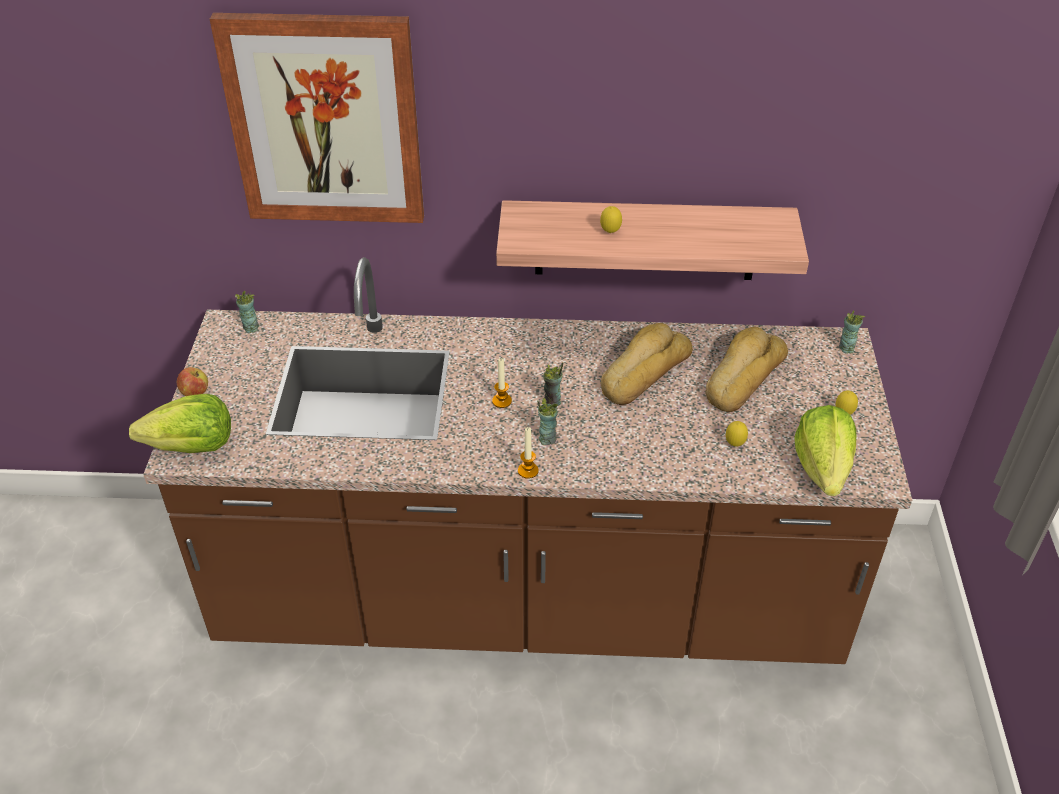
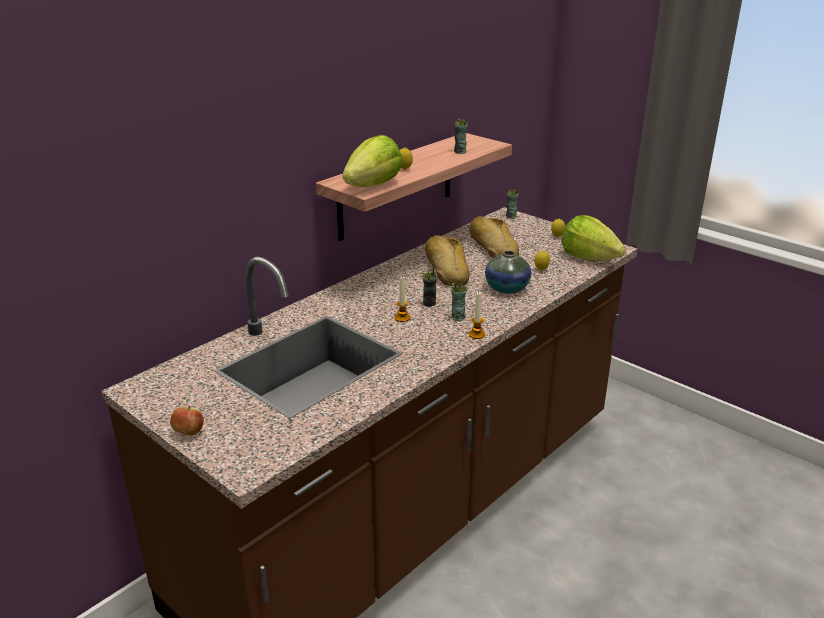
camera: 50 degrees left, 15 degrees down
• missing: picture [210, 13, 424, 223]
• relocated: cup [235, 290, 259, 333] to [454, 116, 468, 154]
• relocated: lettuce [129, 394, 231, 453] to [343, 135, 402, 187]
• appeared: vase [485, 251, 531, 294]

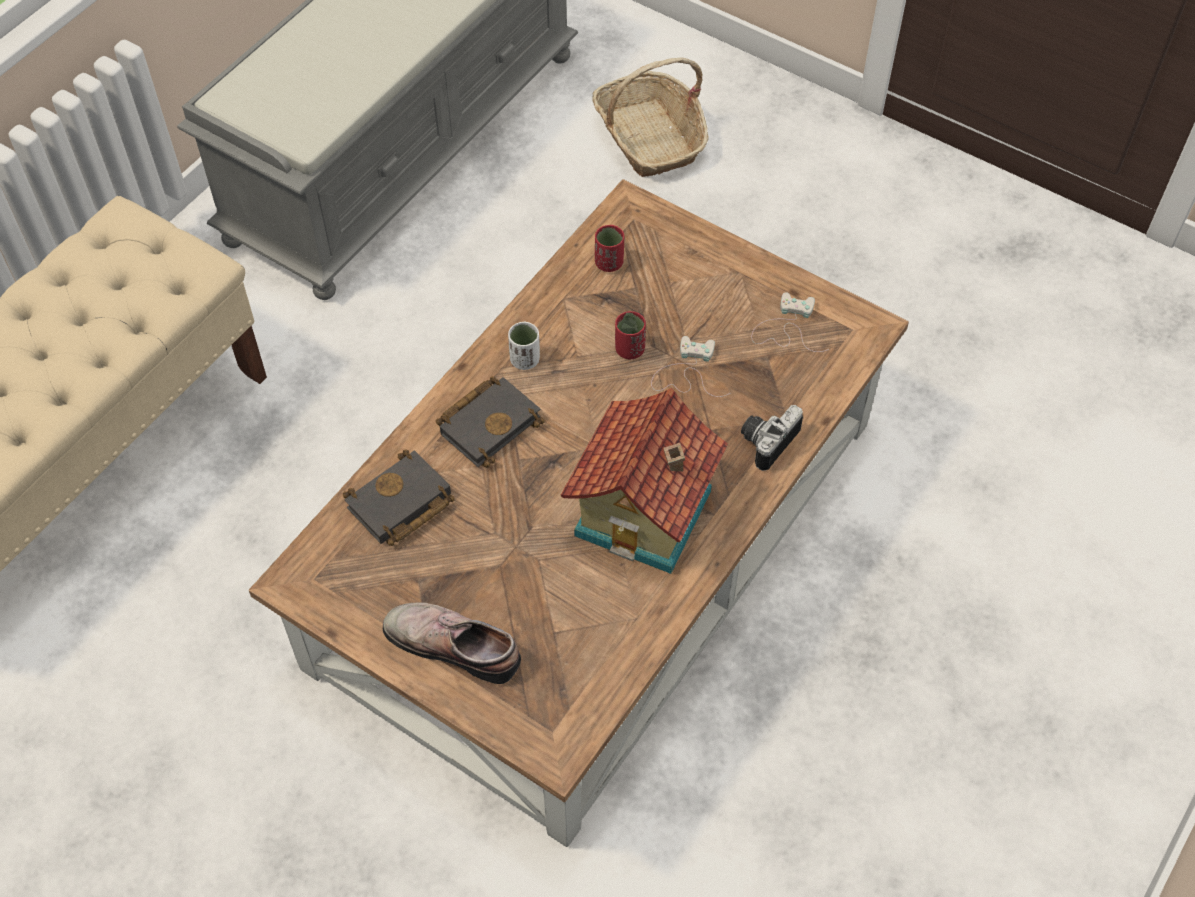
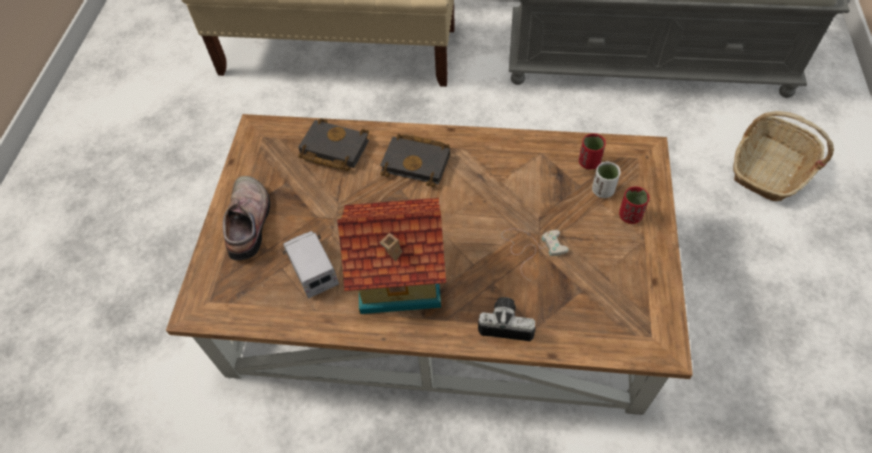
camera: 65 degrees right, 0 degrees up
• missing: white game controller [751, 292, 829, 352]
• relocated: red cup [615, 311, 646, 359] to [619, 187, 650, 224]
• relocated: white cup [508, 321, 540, 370] to [592, 162, 620, 198]
• appeared: toy truck [282, 231, 339, 299]

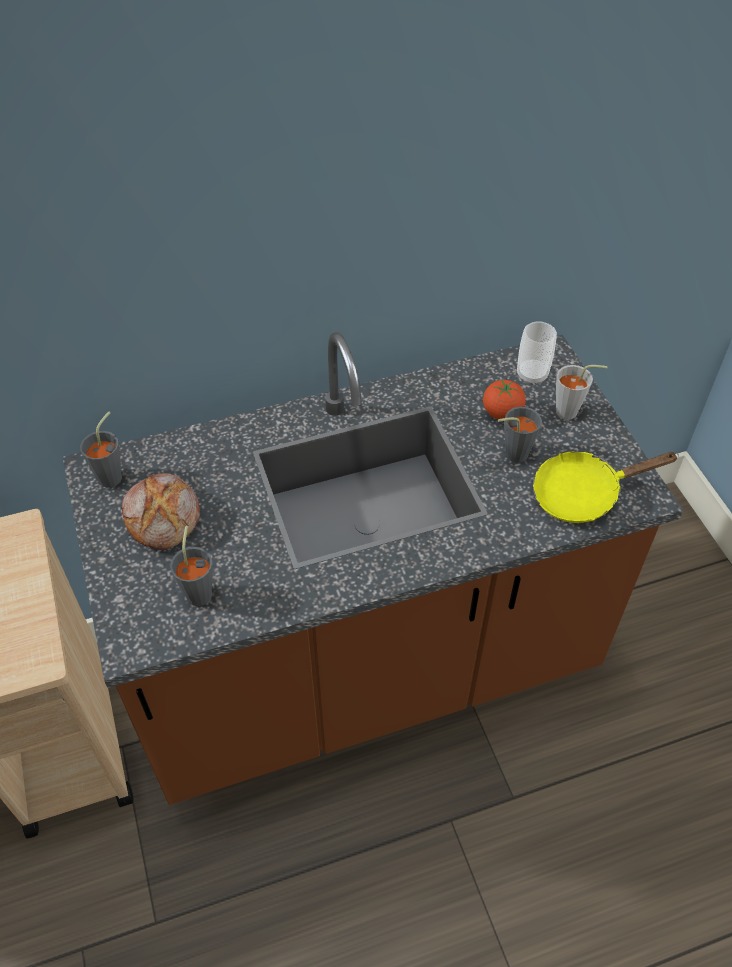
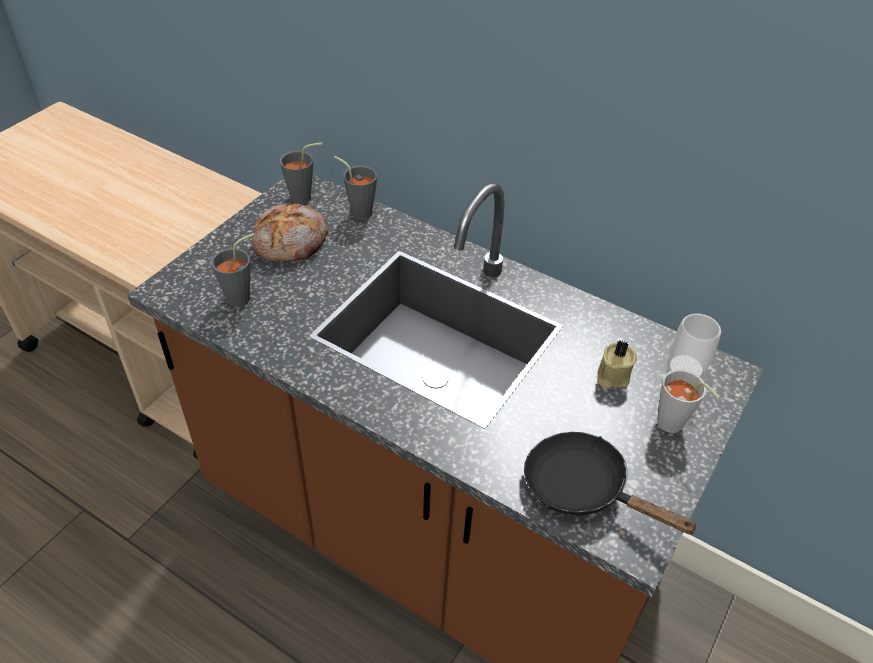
camera: 50 degrees right, 5 degrees down
• exchanged: tomato [483, 380, 526, 419] to beige candle [597, 340, 637, 389]
• relocated: grey cup [498, 406, 542, 463] to [334, 156, 377, 220]
• colour: yellow frying pan [533, 451, 679, 523] to black frying pan [524, 432, 699, 535]

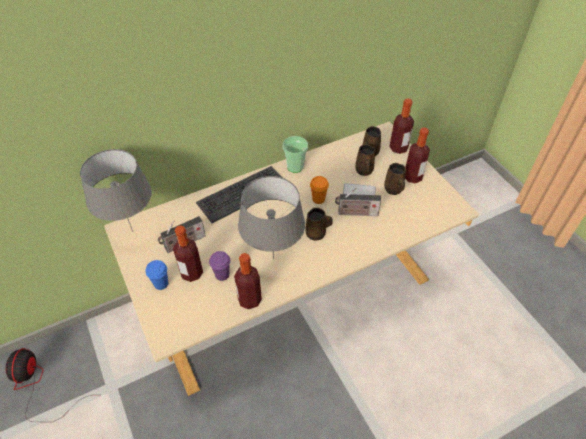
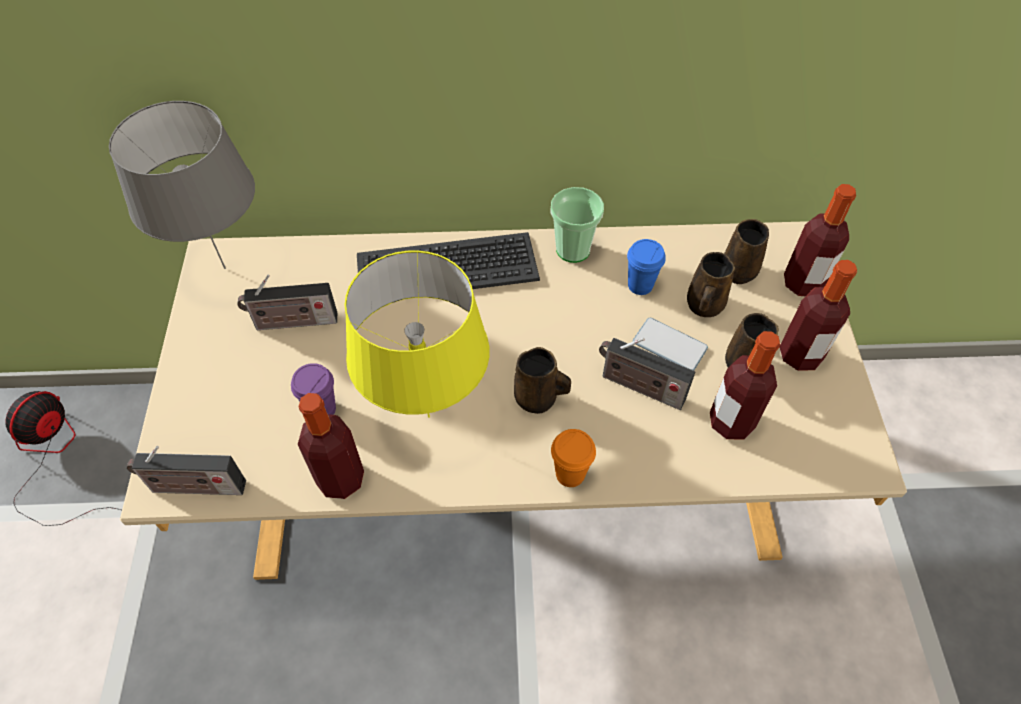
camera: 25 degrees right, 5 degrees up
• colour: grey table lamp [238, 176, 305, 260] to yellow table lamp [345, 250, 490, 418]
• relocated: orange cup [310, 176, 329, 204] to [551, 429, 596, 487]
• relocated: bottle [173, 225, 203, 282] to [710, 331, 780, 440]
• relocated: blue cup [146, 260, 168, 290] to [627, 239, 666, 295]
• appeared: radio [127, 446, 246, 495]

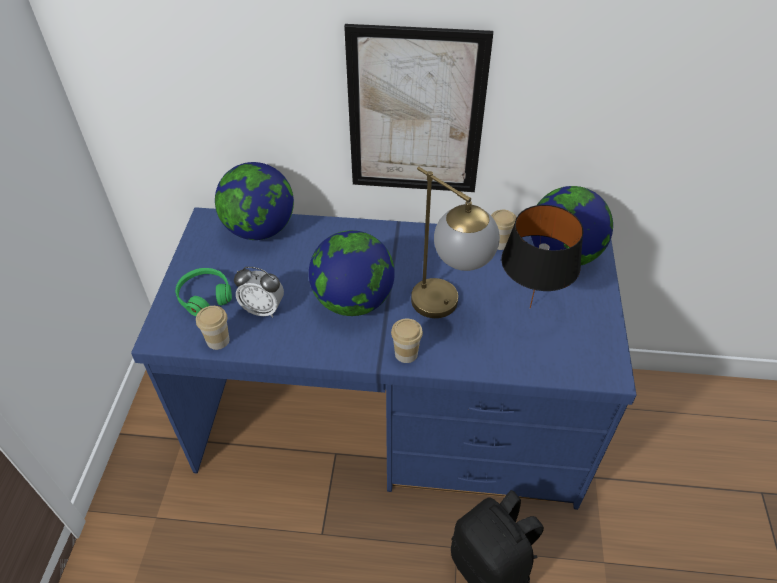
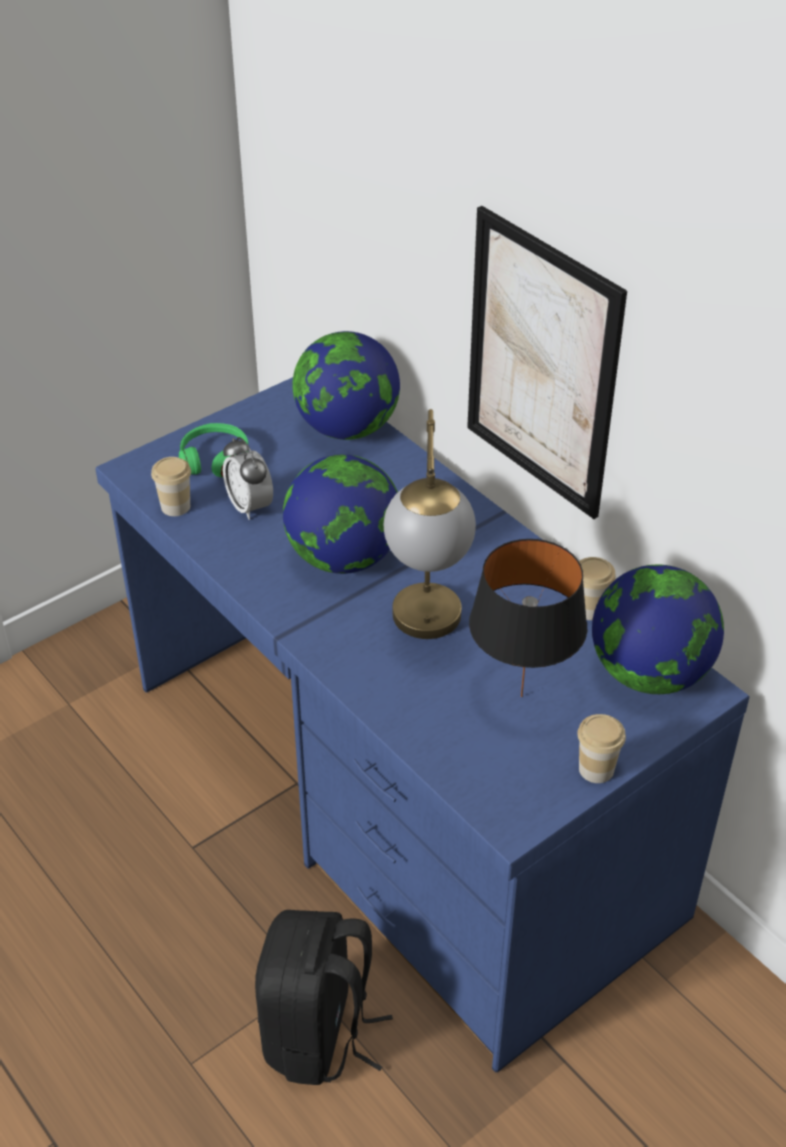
camera: 45 degrees right, 5 degrees down
• relocated: cup [391, 318, 423, 363] to [577, 714, 626, 783]

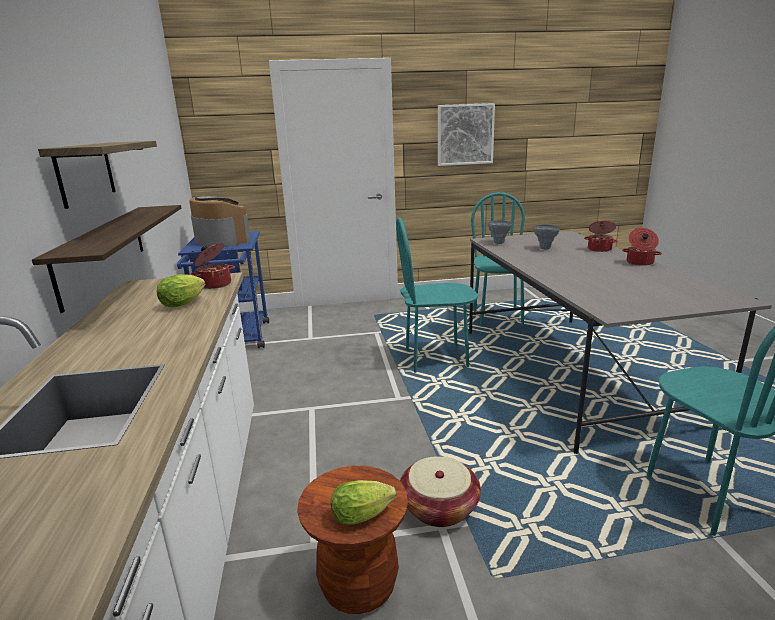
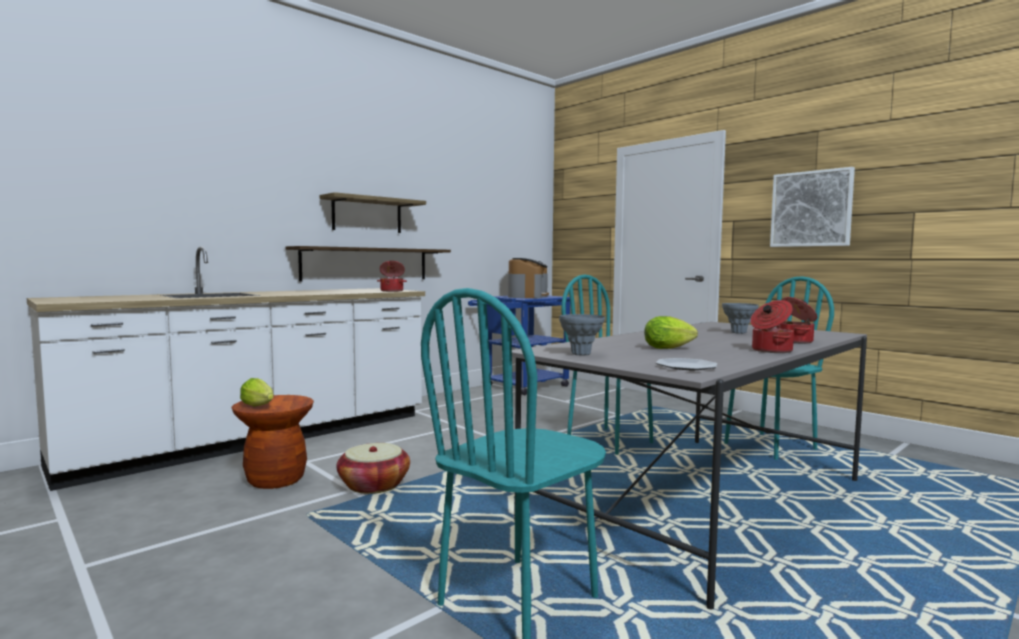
camera: 55 degrees right, 15 degrees down
• relocated: grey vase [488, 221, 512, 244] to [559, 314, 605, 355]
• relocated: lettuce [157, 274, 205, 308] to [644, 316, 698, 349]
• appeared: plate [656, 358, 717, 371]

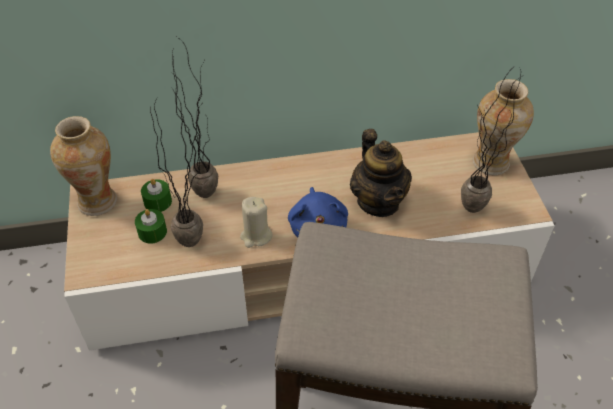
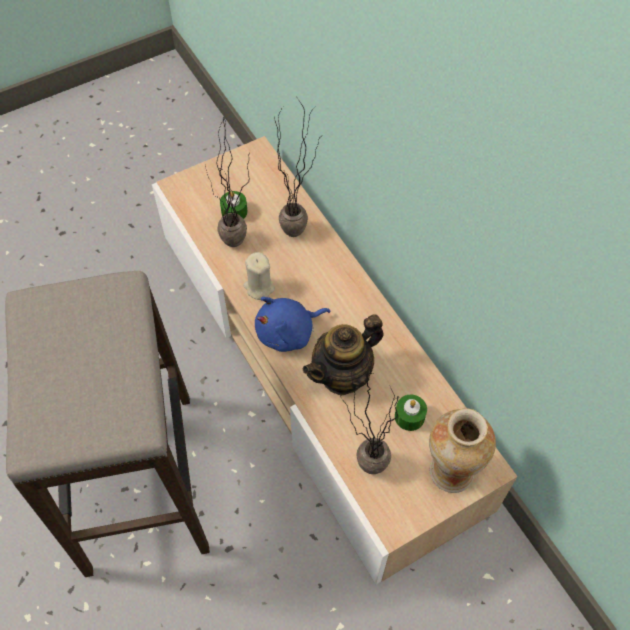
camera: 70 degrees right, 10 degrees up
• missing: vase [50, 116, 117, 216]
• relocated: green candle [141, 179, 172, 212] to [395, 394, 427, 431]

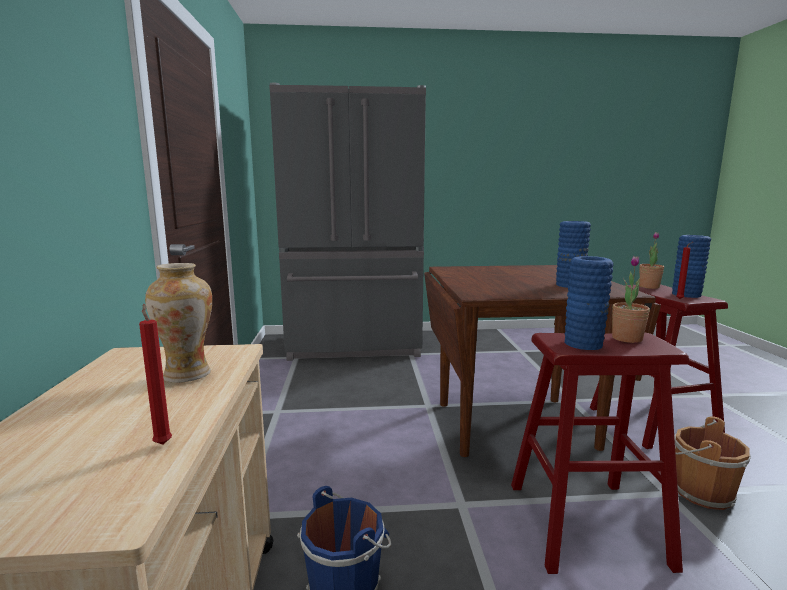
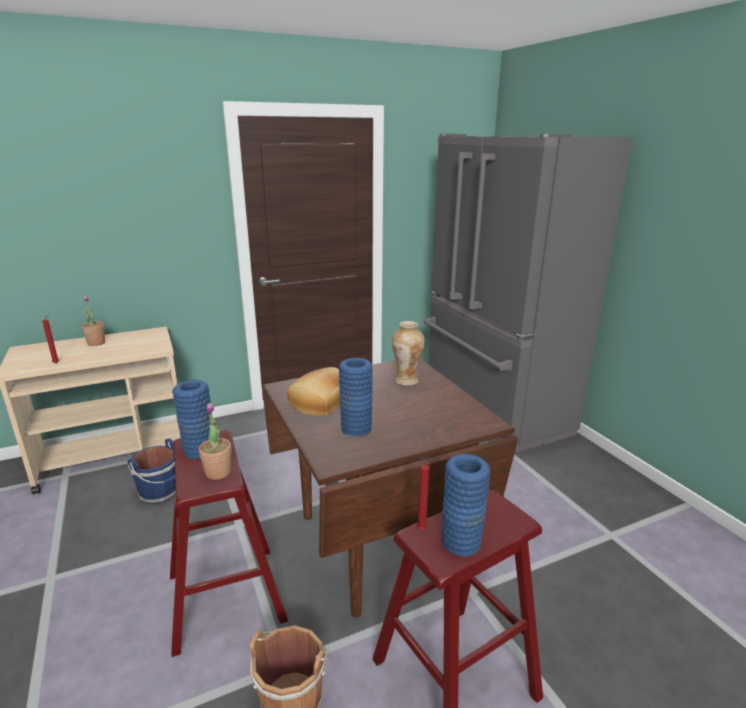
camera: 70 degrees right, 10 degrees up
• relocated: potted plant [639, 232, 664, 289] to [82, 295, 105, 346]
• relocated: vase [145, 263, 212, 383] to [392, 321, 425, 385]
• appeared: bread [287, 367, 340, 416]

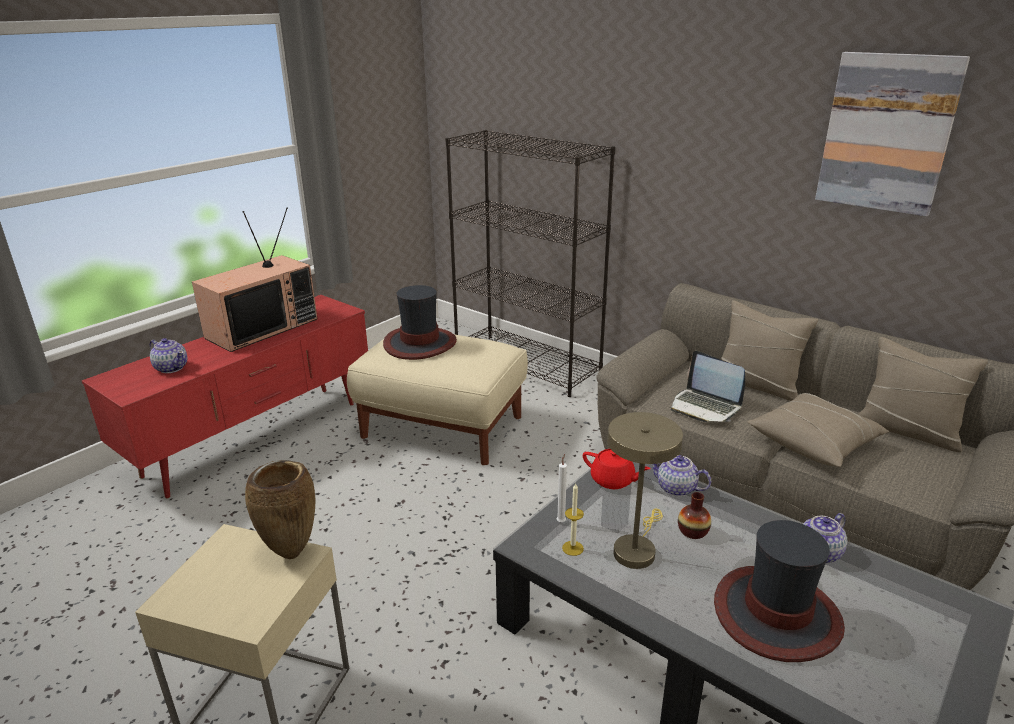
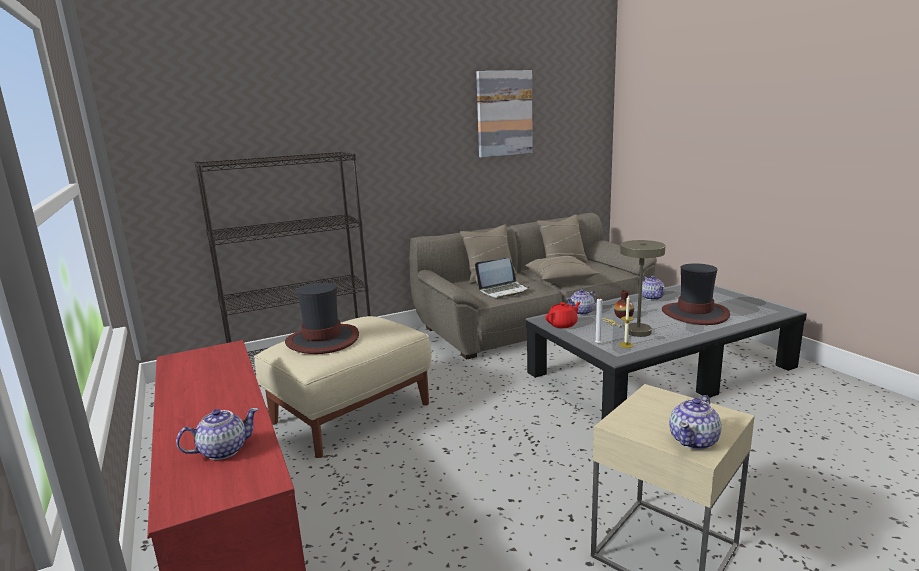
camera: 65 degrees left, 10 degrees down
• missing: television [192, 208, 317, 352]
• missing: brown vase [245, 460, 315, 559]
• appeared: teapot [669, 395, 722, 450]

